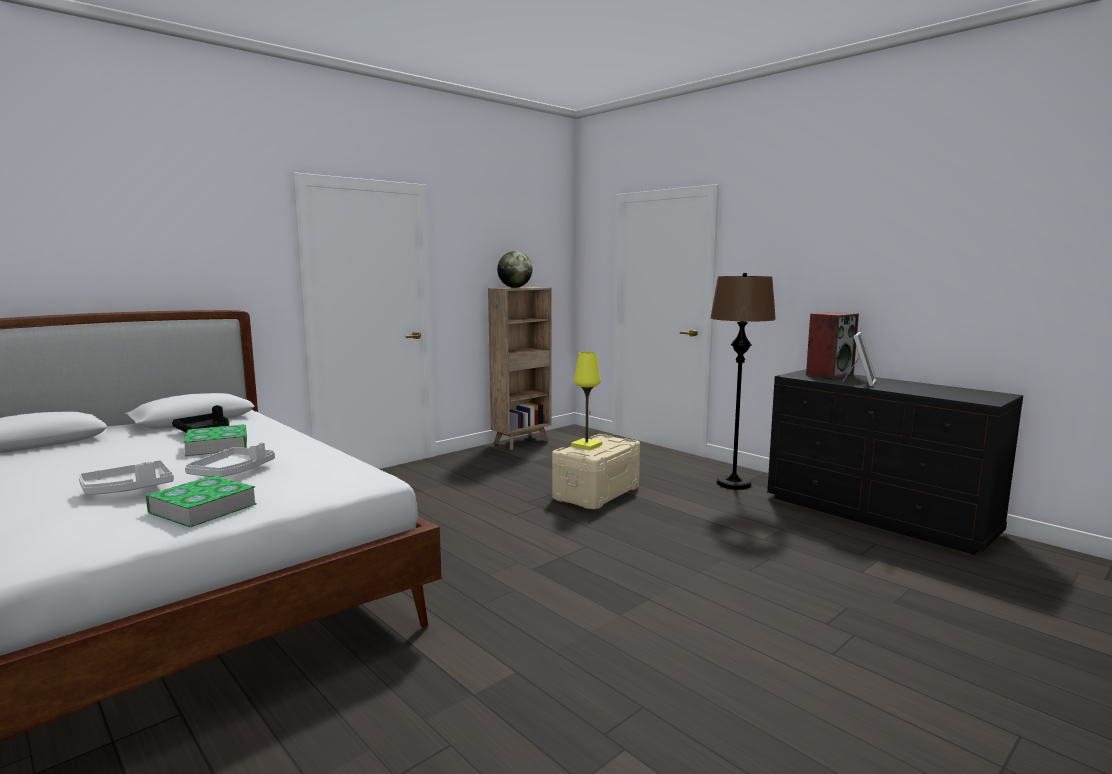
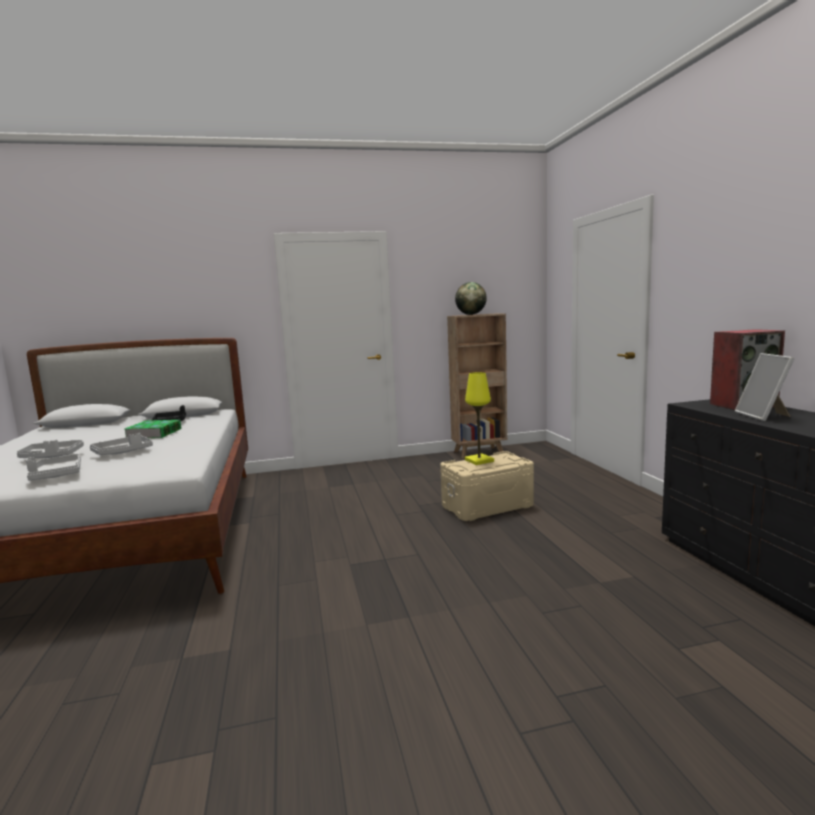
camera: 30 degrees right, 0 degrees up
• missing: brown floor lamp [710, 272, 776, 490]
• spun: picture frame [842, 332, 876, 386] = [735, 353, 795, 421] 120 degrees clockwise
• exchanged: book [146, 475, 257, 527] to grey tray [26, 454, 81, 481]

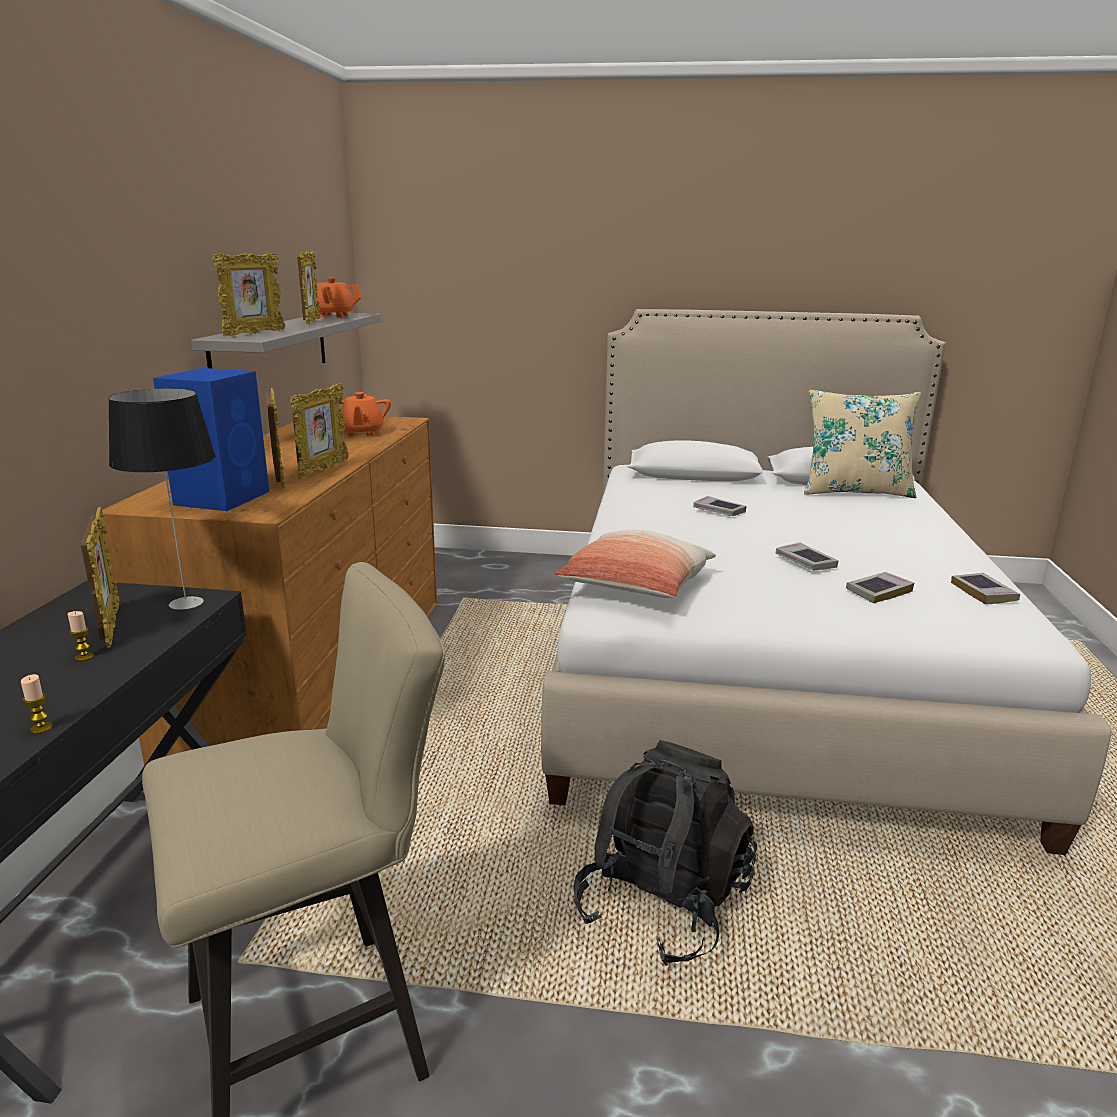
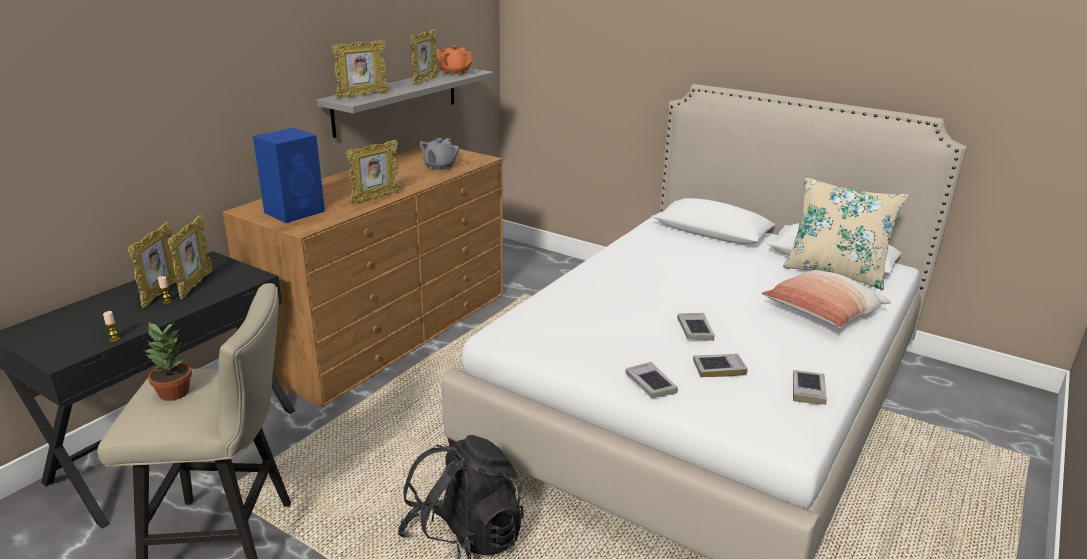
camera: 25 degrees right, 5 degrees up
• missing: table lamp [108, 388, 215, 610]
• relocated: picture frame [266, 388, 285, 488] to [128, 221, 176, 308]
• colour: orange teapot [338, 392, 391, 436] to grey teapot [420, 138, 459, 171]
• relocated: book [693, 496, 747, 516] to [625, 362, 678, 398]
• relocated: pillow [553, 530, 716, 598] to [762, 270, 891, 328]
• appeared: potted plant [144, 323, 192, 401]

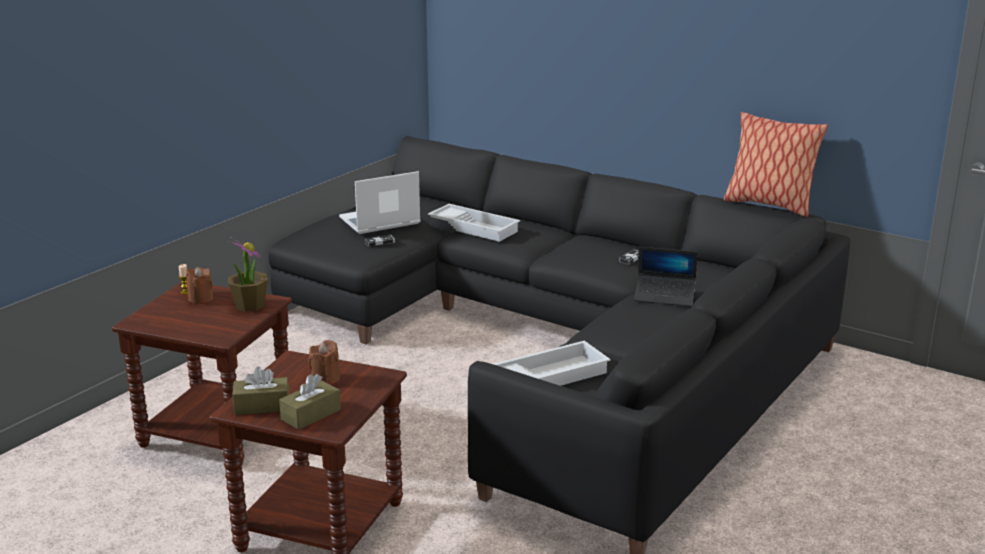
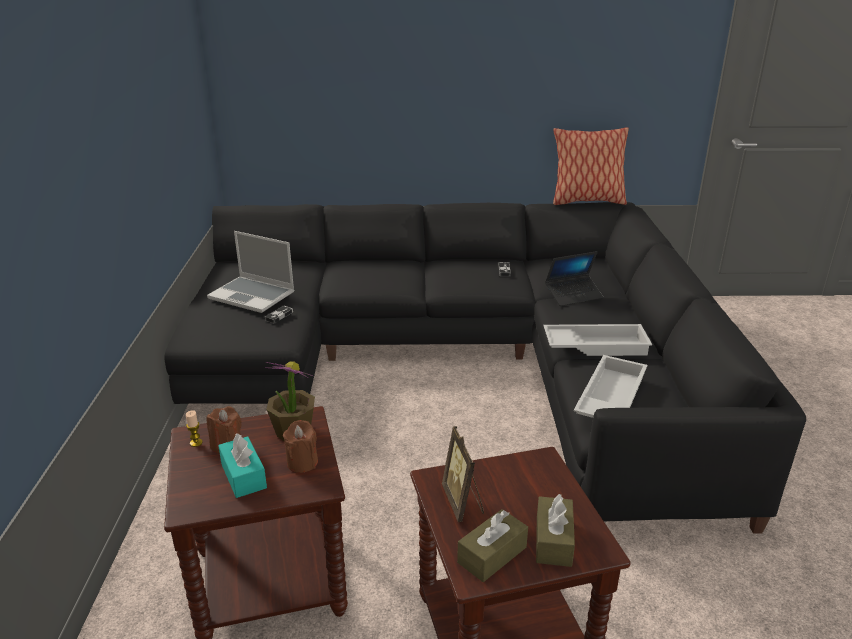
camera: 35 degrees left, 5 degrees up
• spun: laptop [339, 171, 421, 234] = [207, 231, 295, 313] 90 degrees counterclockwise
• relocated: white tray [428, 204, 520, 242] to [543, 324, 652, 356]
• relocated: brown candle [308, 340, 340, 385] to [283, 420, 318, 473]
• appeared: picture frame [442, 426, 484, 522]
• appeared: turquoise tissue box [218, 433, 267, 498]

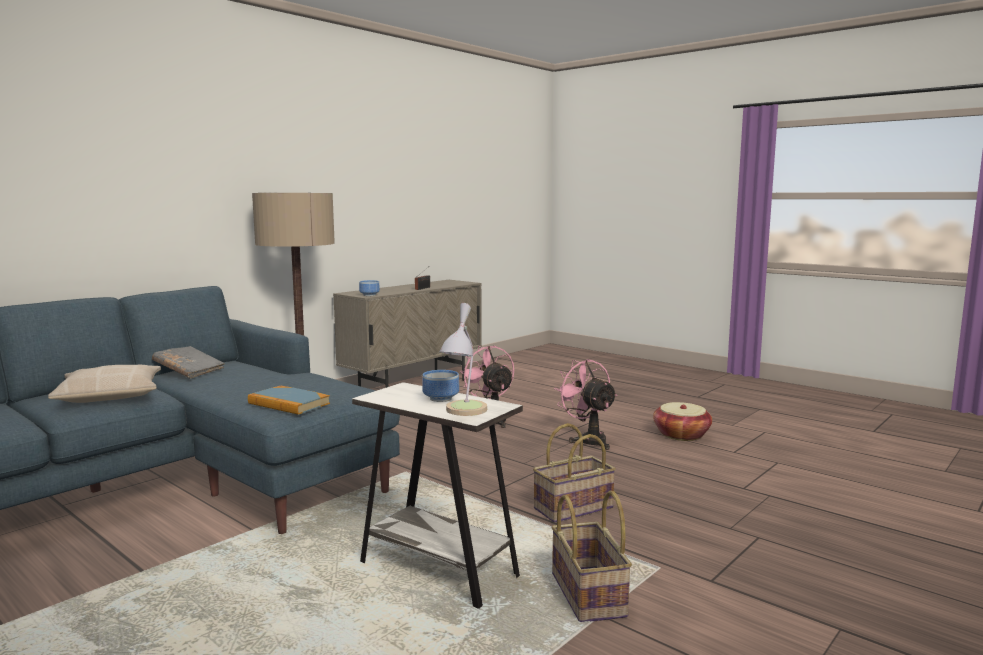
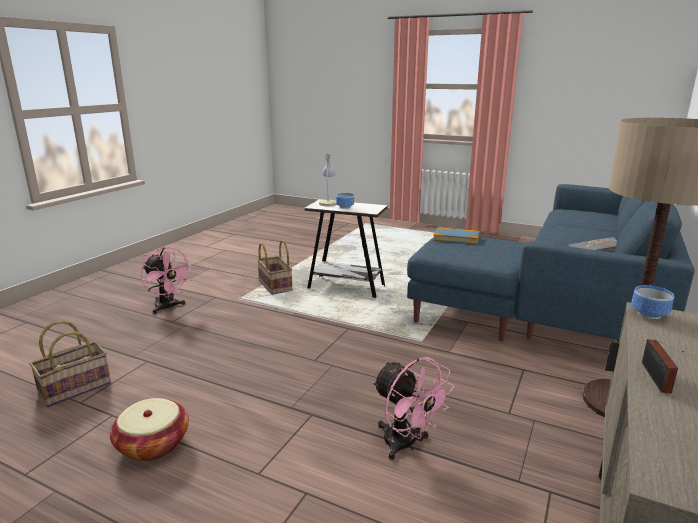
camera: 165 degrees right, 10 degrees up
• relocated: pink fan [554, 359, 617, 450] to [141, 247, 193, 314]
• missing: beige pillow [48, 365, 161, 403]
• relocated: basket [533, 423, 616, 523] to [29, 320, 111, 407]

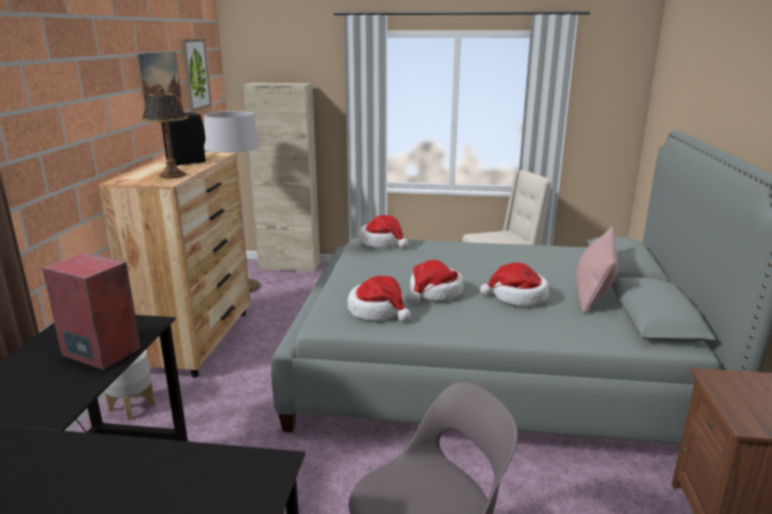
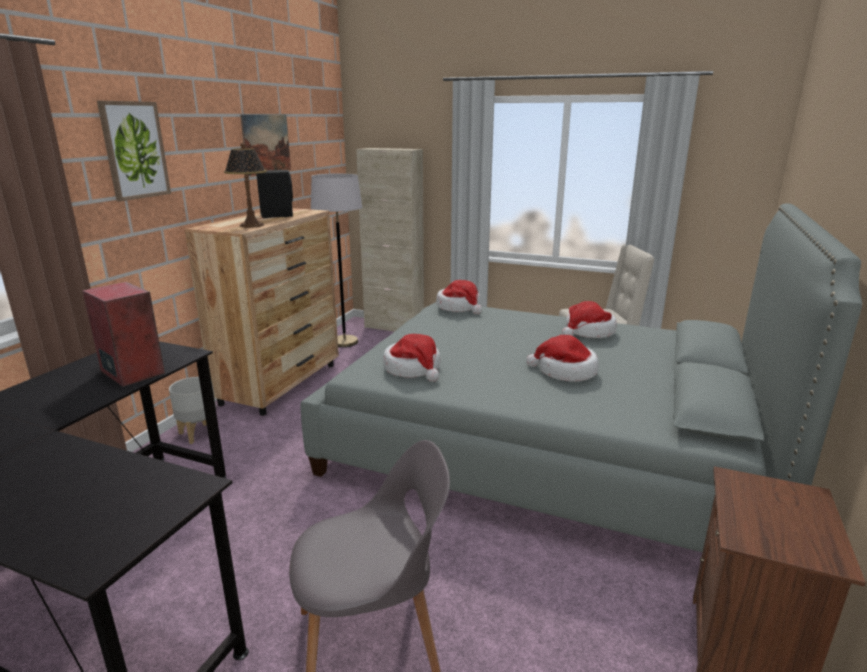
camera: 15 degrees right, 0 degrees up
• relocated: picture [180, 39, 212, 112] to [97, 101, 171, 201]
• missing: pink pillow [576, 227, 618, 314]
• relocated: hat [408, 260, 463, 304] to [562, 301, 617, 338]

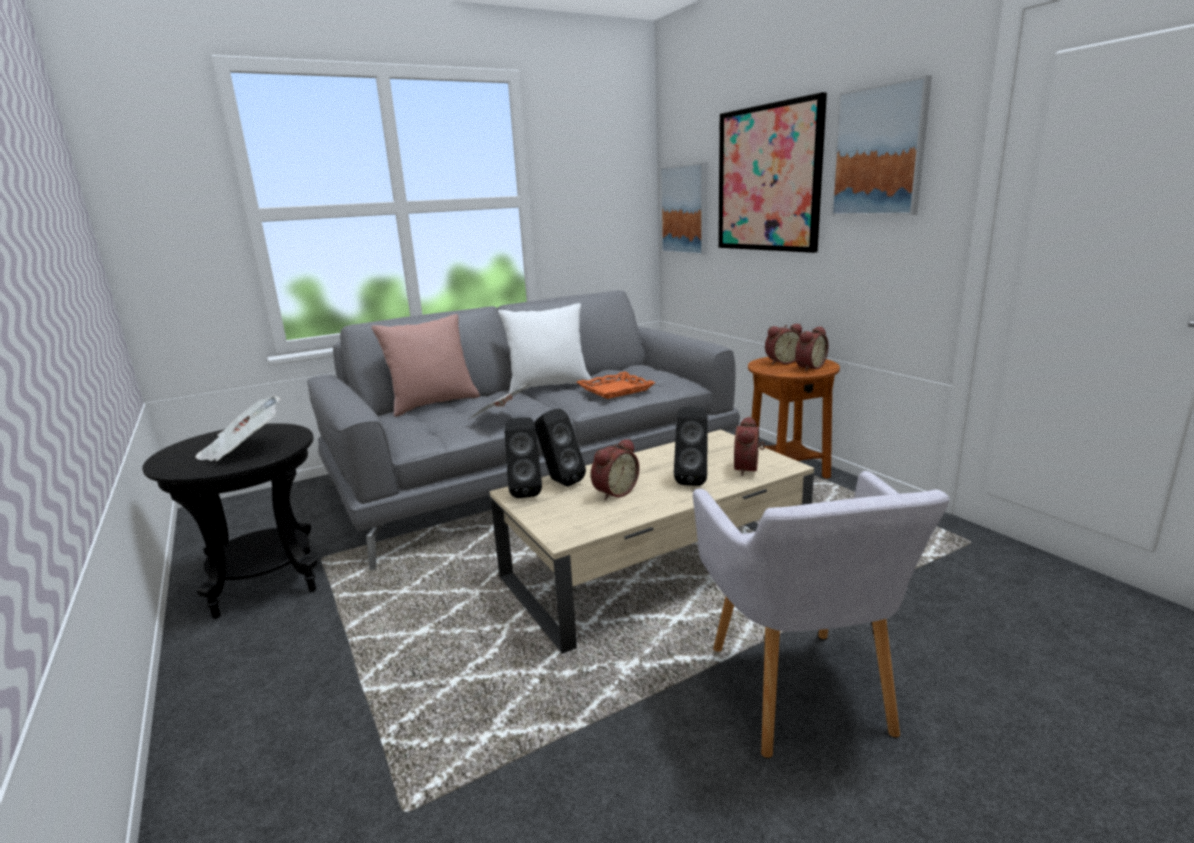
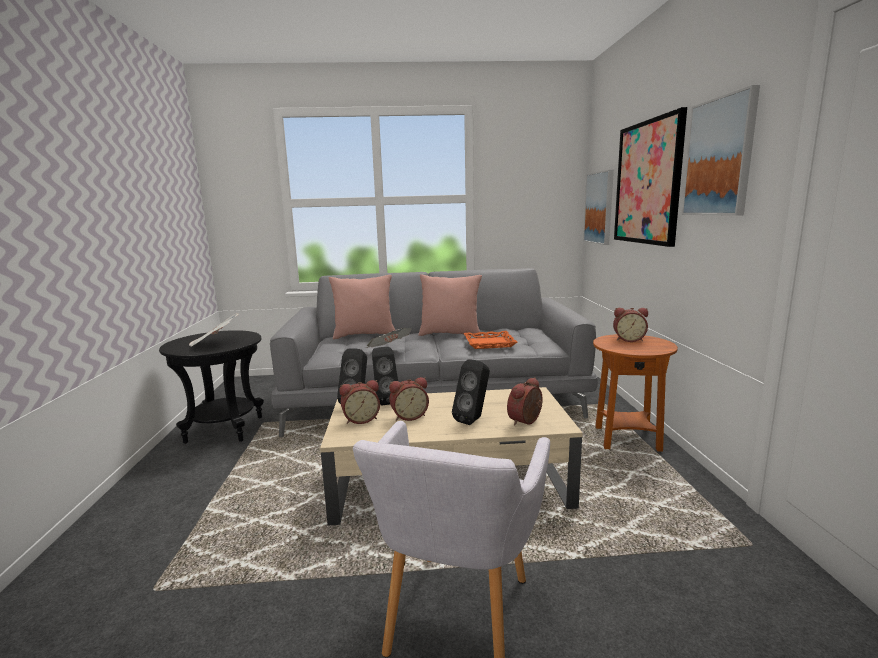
camera: 25 degrees right, 5 degrees down
• colour: white pillow [498, 303, 591, 393] to pink pillow [418, 274, 482, 336]
• relocated: alarm clock [795, 326, 829, 371] to [339, 380, 380, 424]

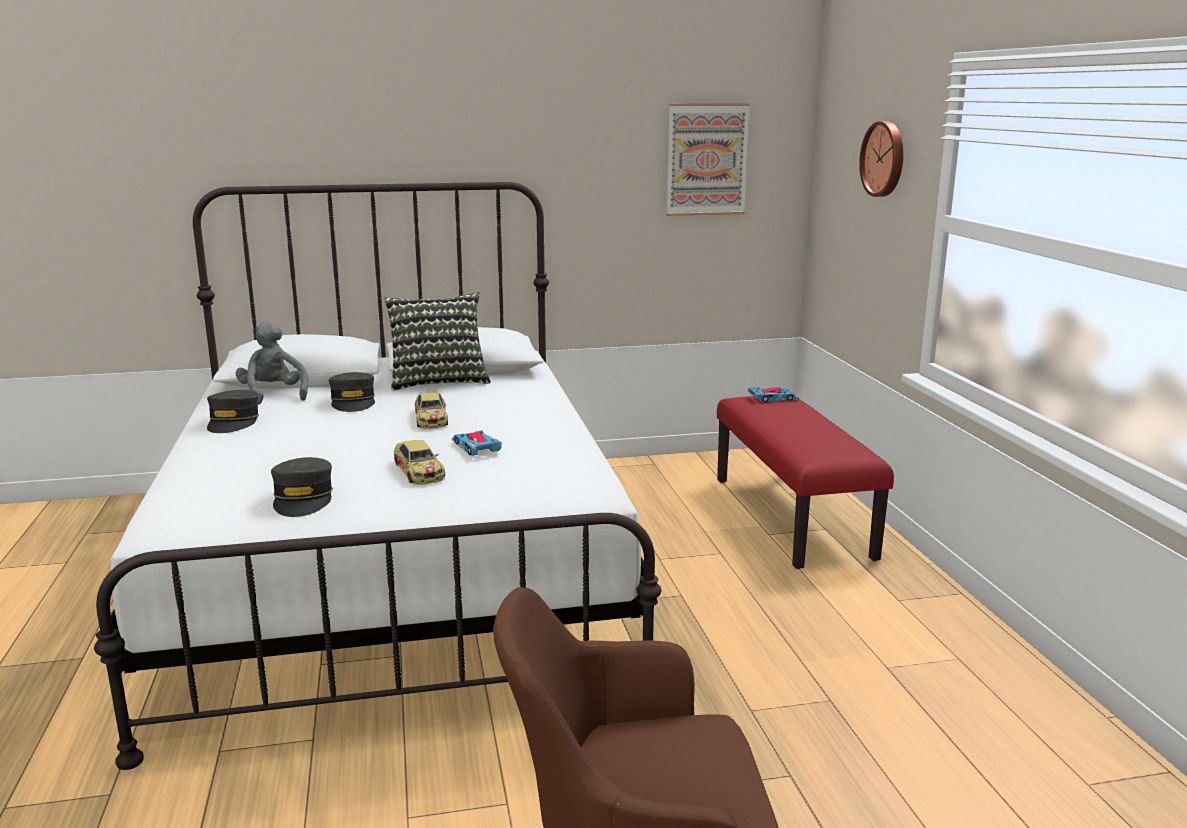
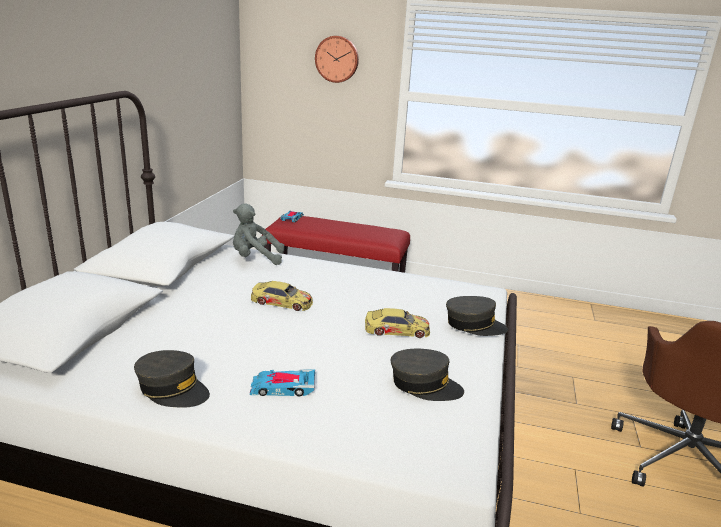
camera: 65 degrees left, 5 degrees up
• missing: picture [666, 103, 750, 216]
• missing: pillow [384, 292, 491, 391]
• relocated: grey plush toy [235, 321, 308, 405] to [233, 204, 285, 265]
• relocated: grey cap [329, 372, 375, 412] to [446, 296, 508, 336]
• relocated: toy car [452, 430, 502, 456] to [250, 369, 315, 397]

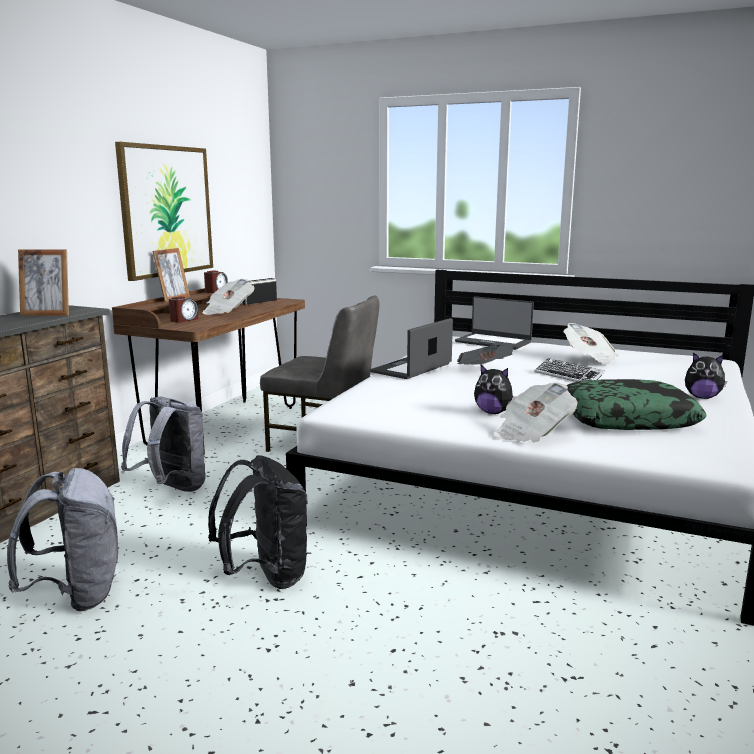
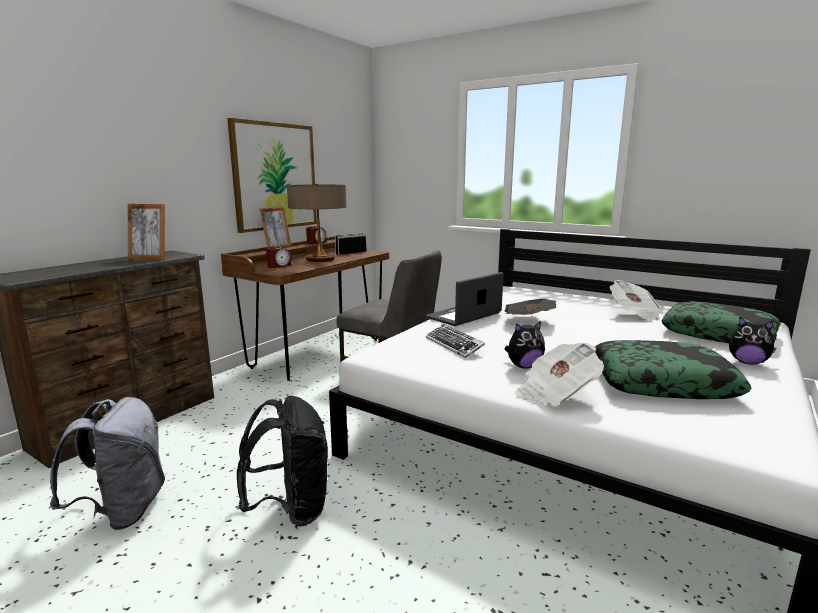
camera: 10 degrees right, 0 degrees up
• exchanged: newspaper [202, 279, 255, 315] to table lamp [287, 184, 347, 262]
• missing: laptop [455, 296, 534, 350]
• relocated: keyboard [534, 358, 605, 382] to [426, 324, 485, 358]
• spun: plush toy [474, 365, 517, 414] = [505, 321, 545, 369] 60 degrees counterclockwise
• missing: grey backpack [121, 396, 206, 492]
• appeared: pillow [661, 301, 781, 343]

